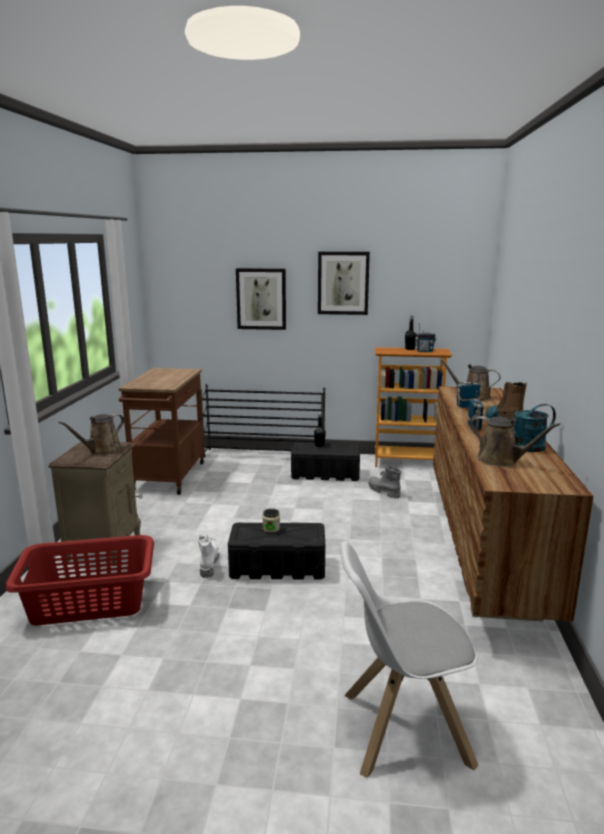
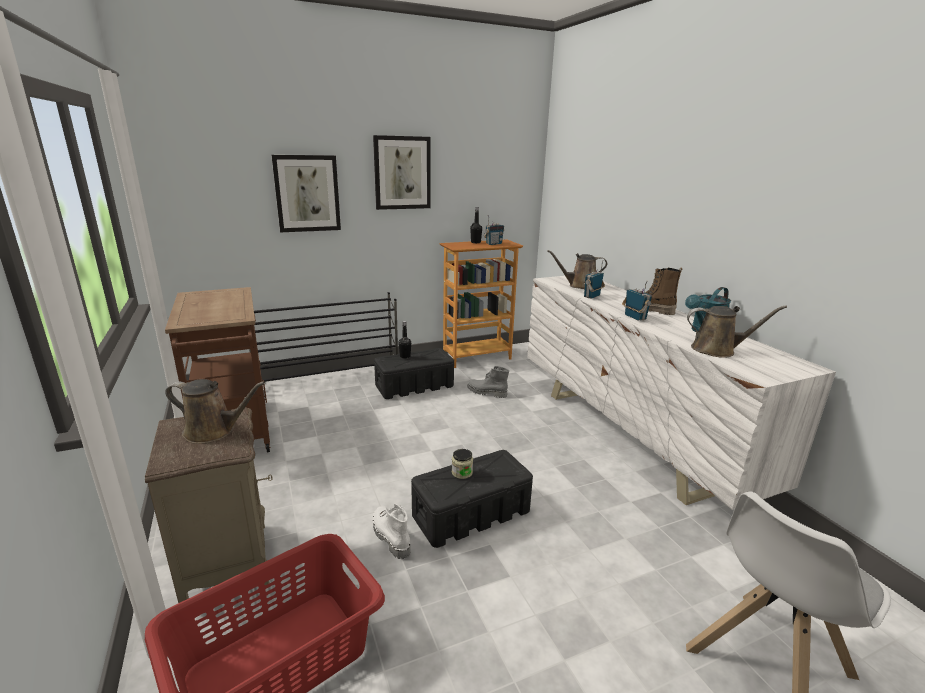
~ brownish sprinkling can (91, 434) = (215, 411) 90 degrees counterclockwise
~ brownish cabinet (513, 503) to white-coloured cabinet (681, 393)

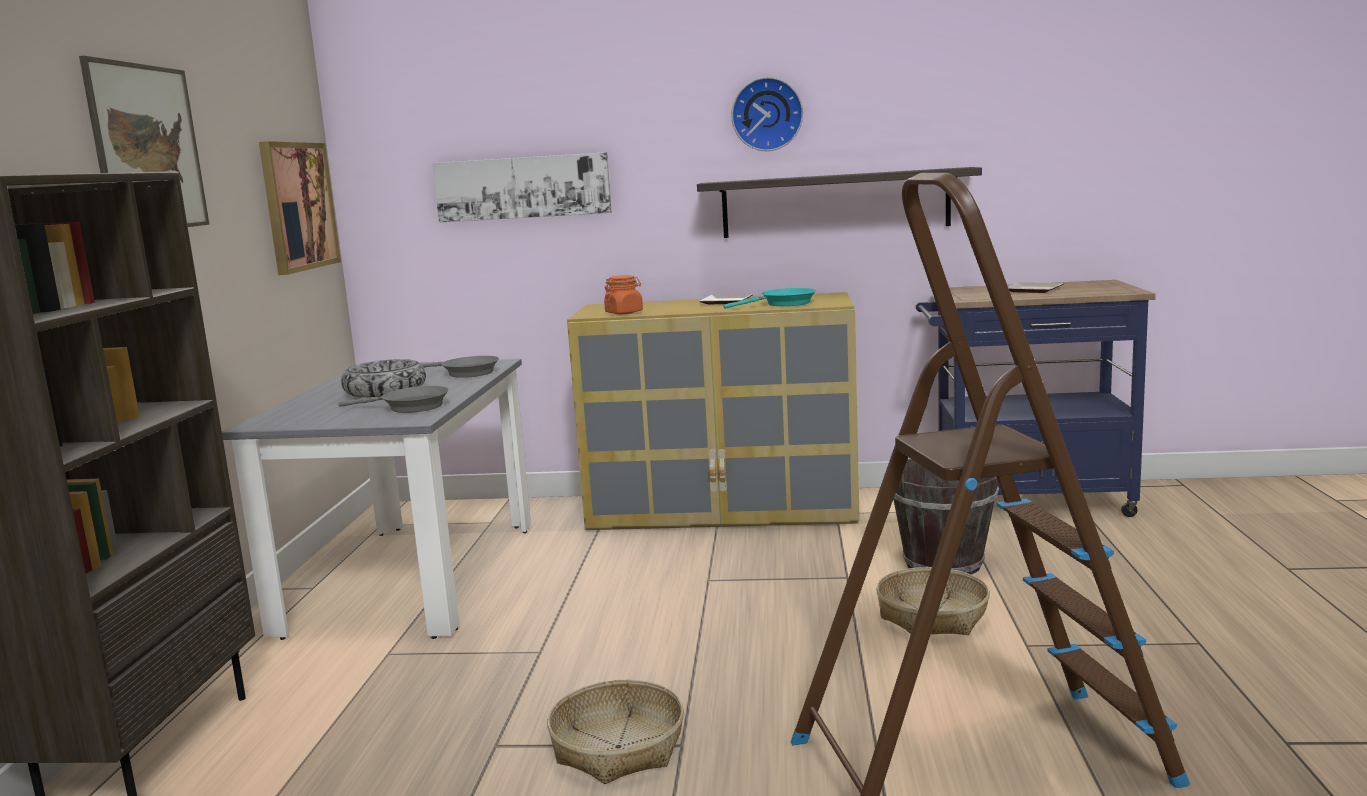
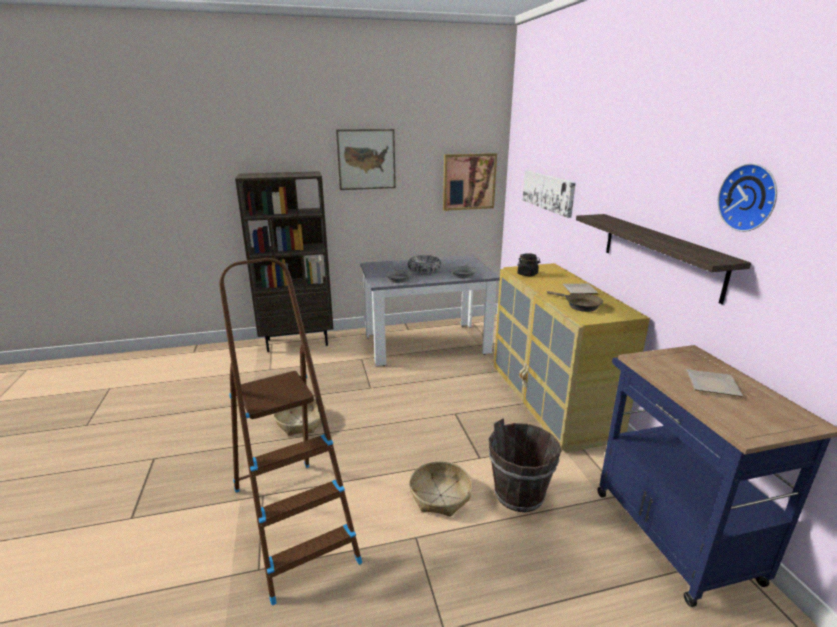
~ orange storage jar (623, 294) to blackish storage jar (528, 265)
~ blue-green frying pan (770, 298) to brownish frying pan (575, 301)
~ wall clock (767, 114) to (747, 197)

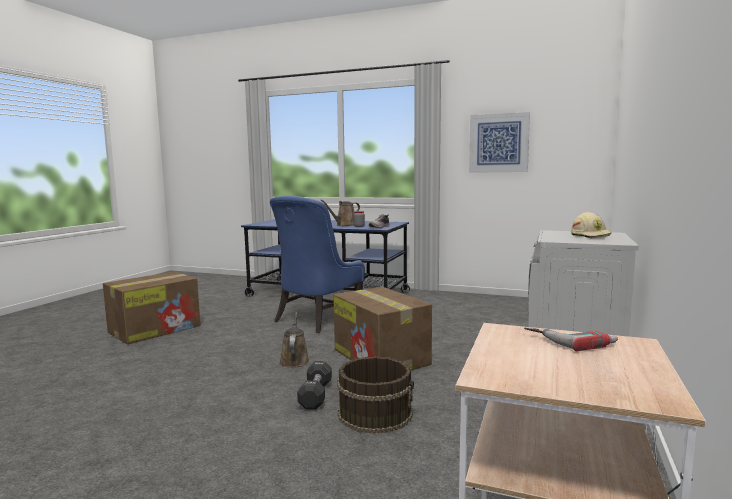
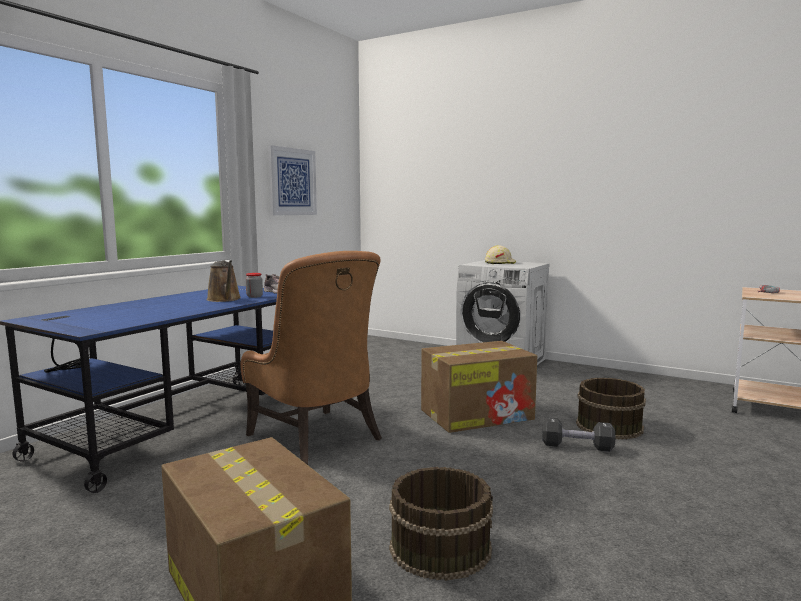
~ blue chair (317, 264) to brownish chair (311, 358)
+ brownish pail (441, 524)
- brownish sprinkling can (294, 340)

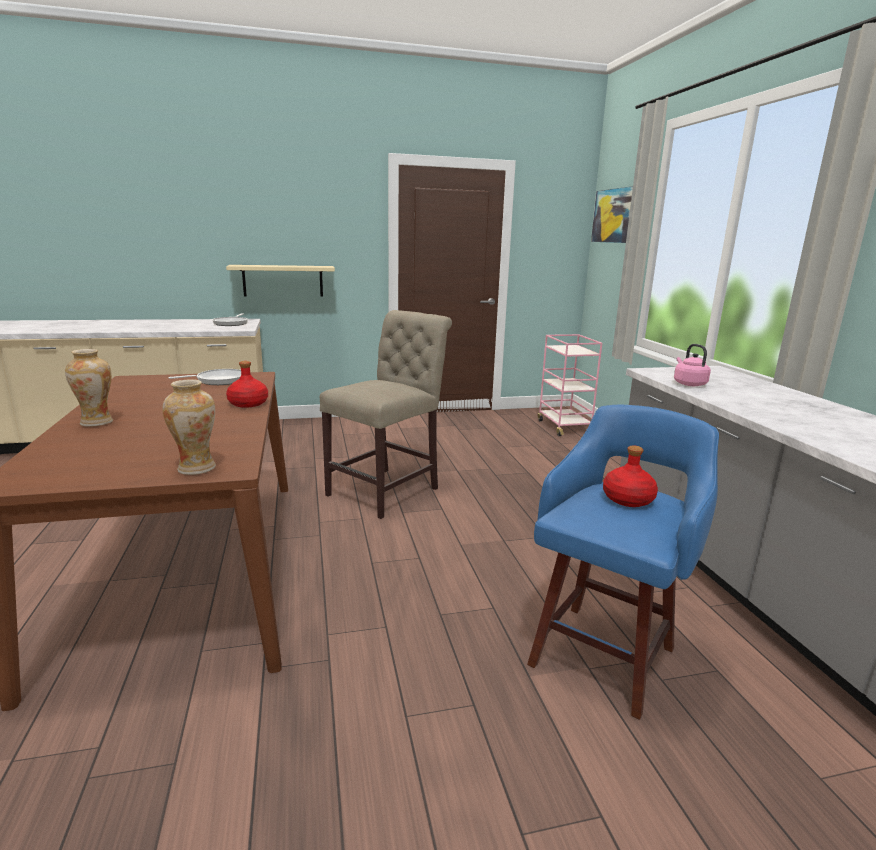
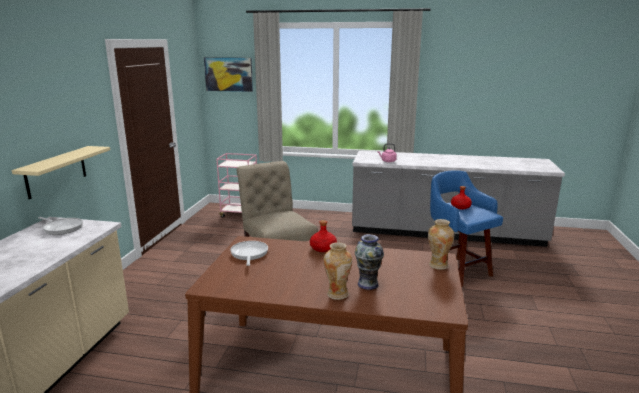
+ vase (369, 262)

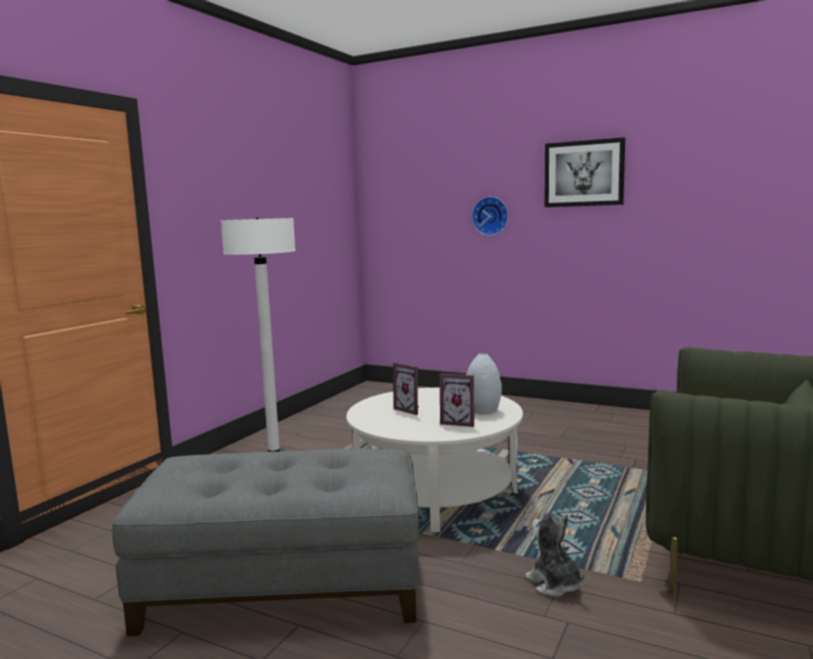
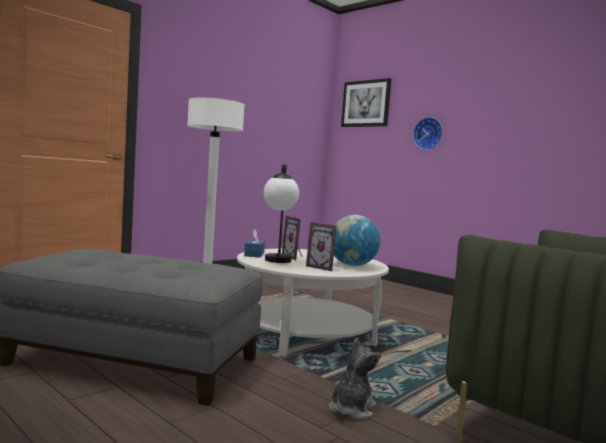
+ blue tissue box (254, 243)
+ lamp for a table (281, 214)
~ cuddly toy (555, 554) = (355, 378) 45 degrees clockwise
~ greyish vase (484, 383) to world globe (357, 240)
~ picture (585, 172) to (366, 102)

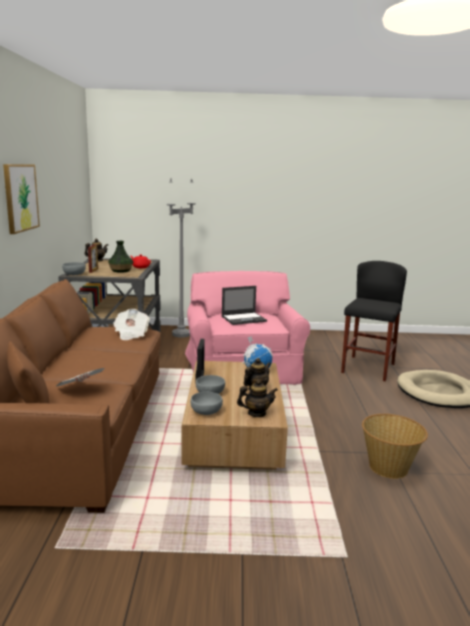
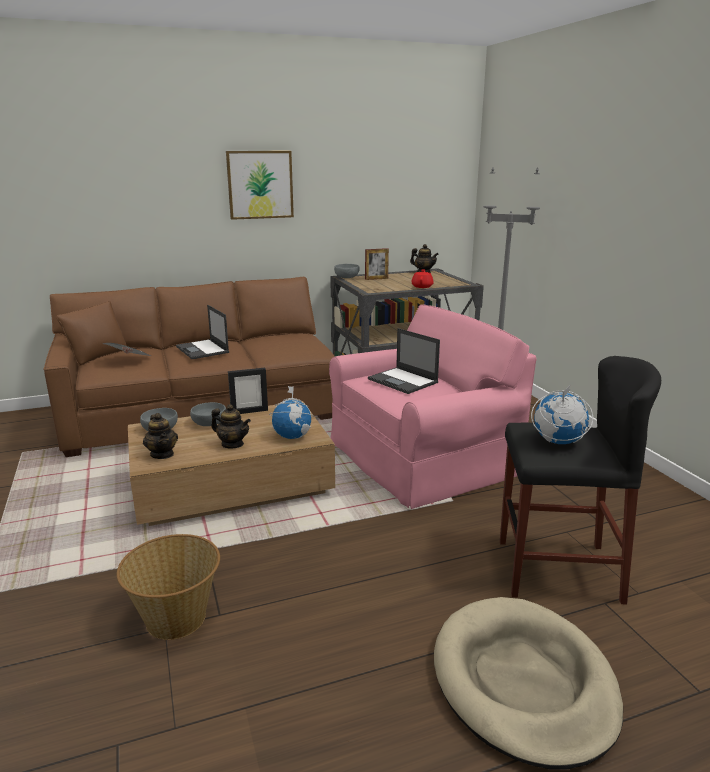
+ laptop (202, 332)
+ world globe (562, 414)
- vase (120, 256)
- newspaper (131, 324)

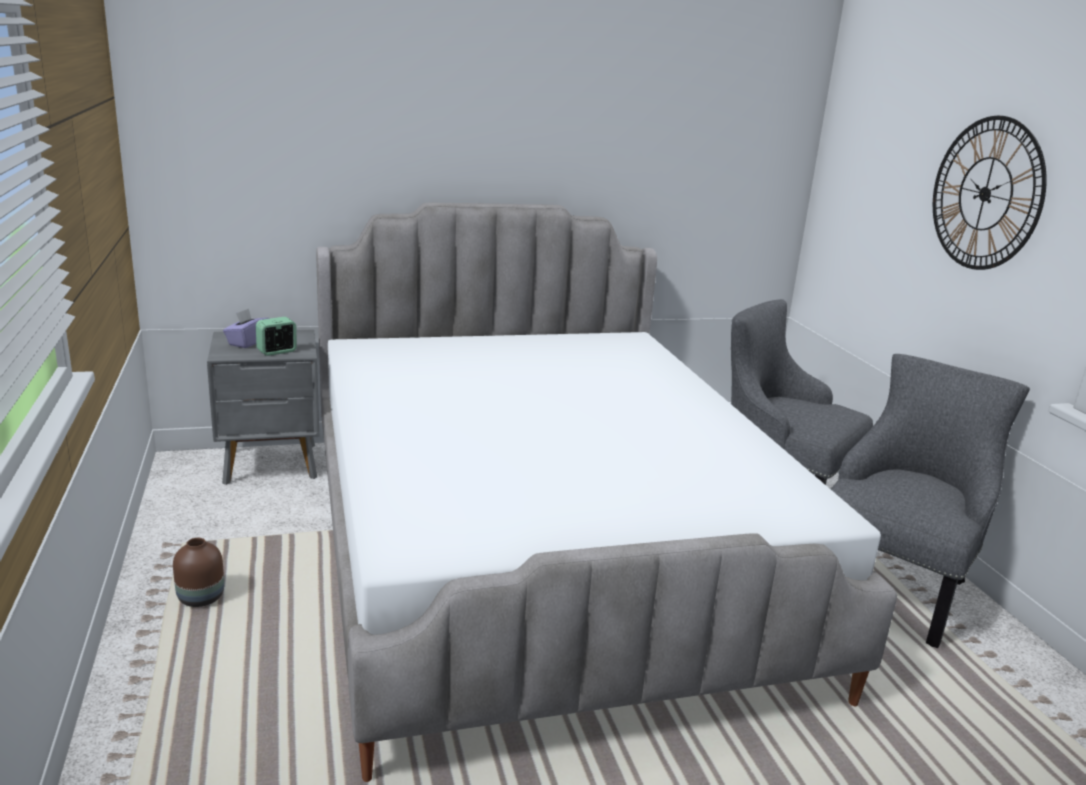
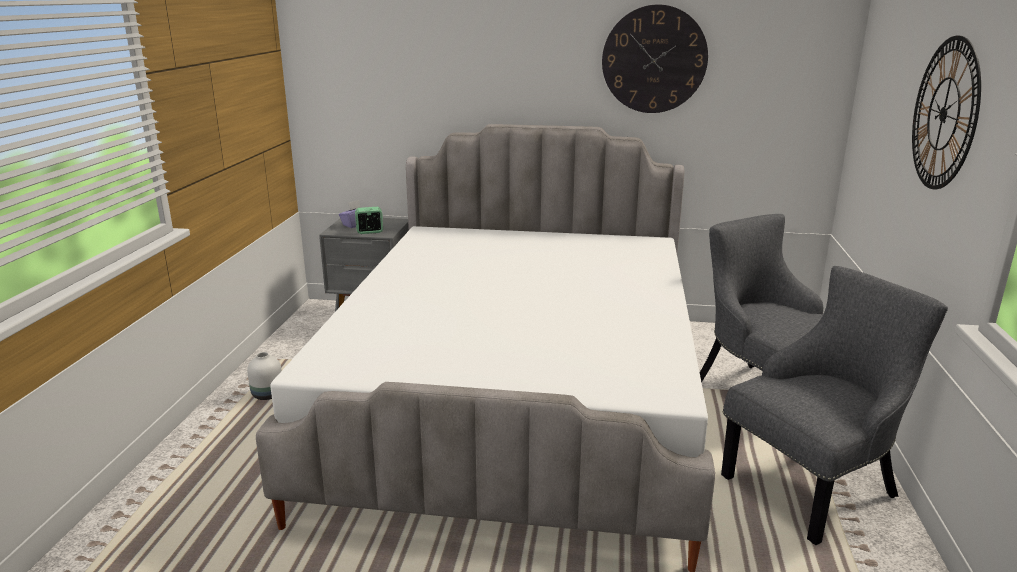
~ brownish vase (198, 572) to white-coloured vase (264, 376)
+ wall clock (655, 59)

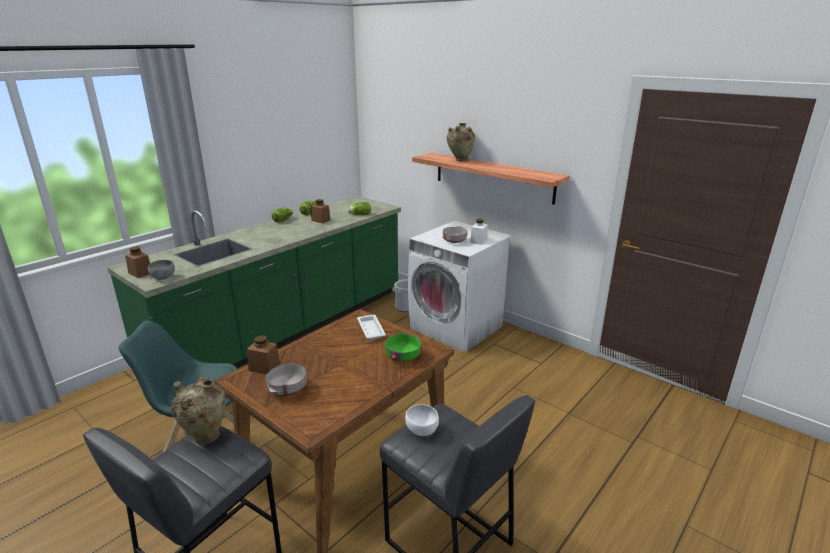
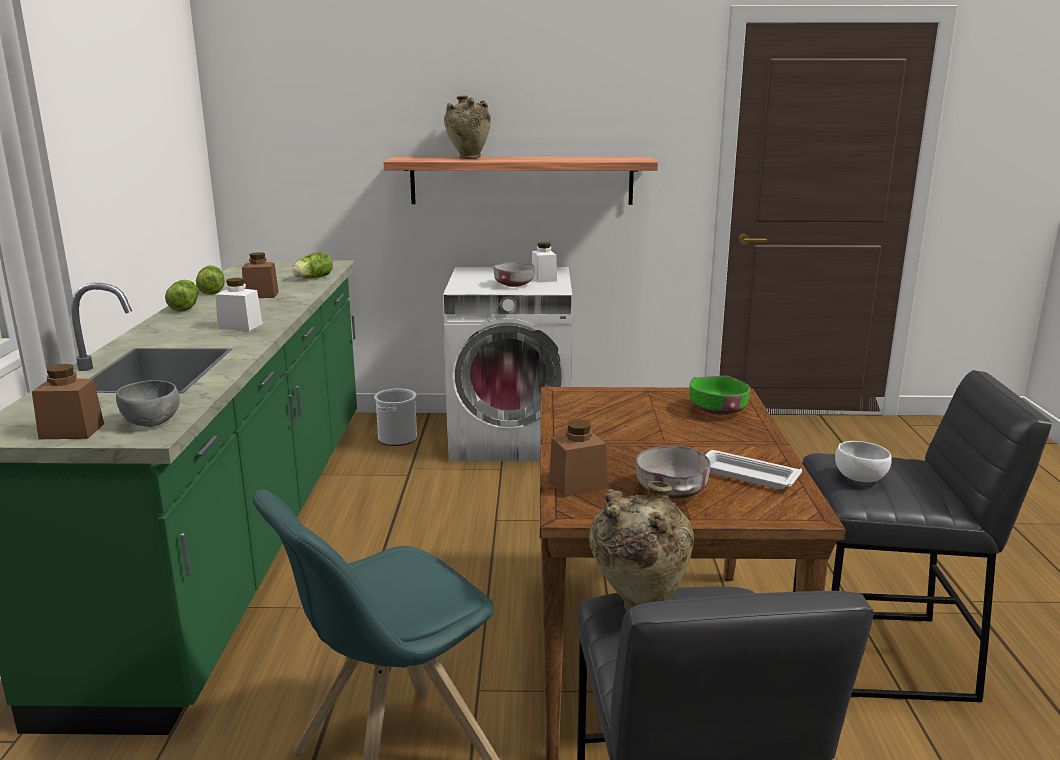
+ white-coloured storage jar (239, 304)
~ white-coloured tray (371, 327) to (754, 469)

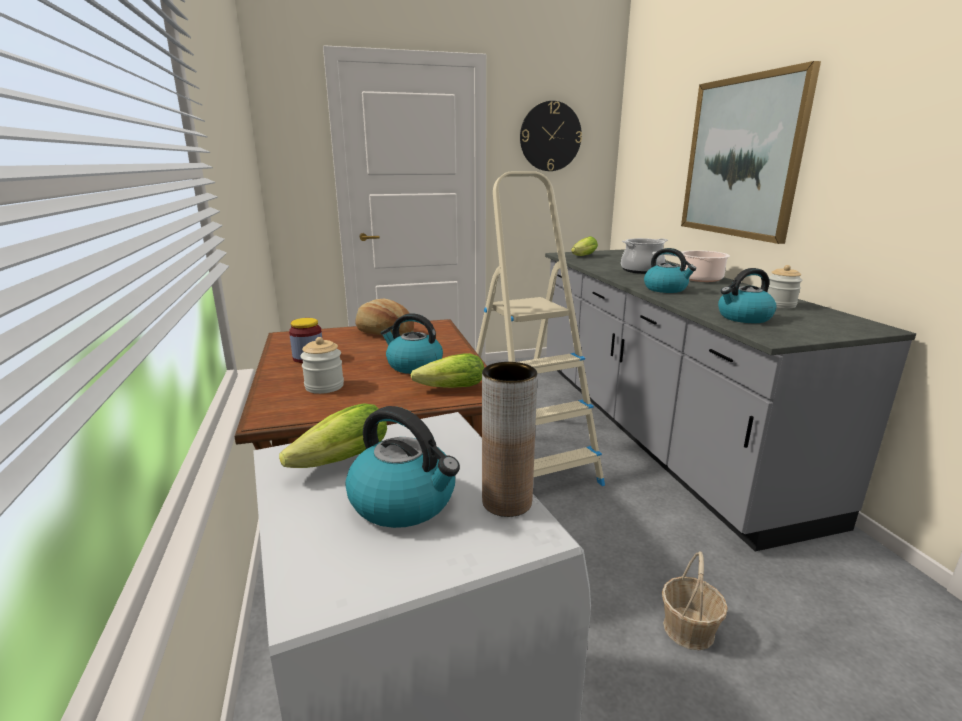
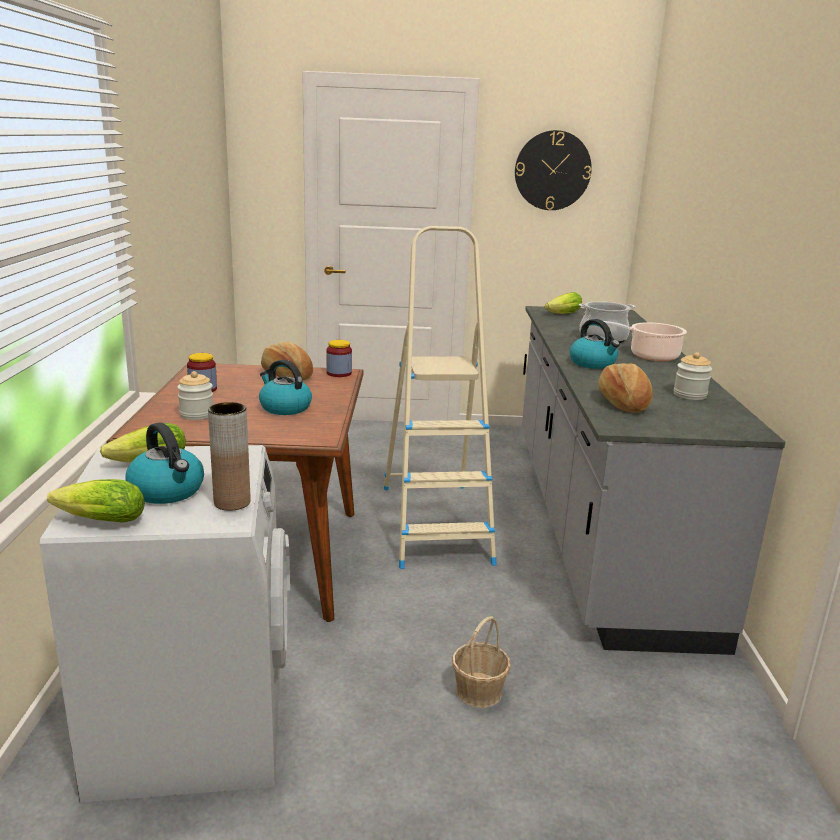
~ lettuce head (447, 370) to (96, 501)
+ storage jar (339, 358)
~ tea kettle (747, 295) to baked bread (625, 388)
- picture (751, 152)

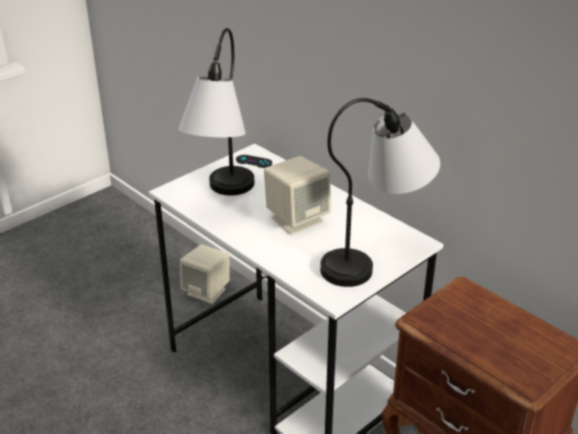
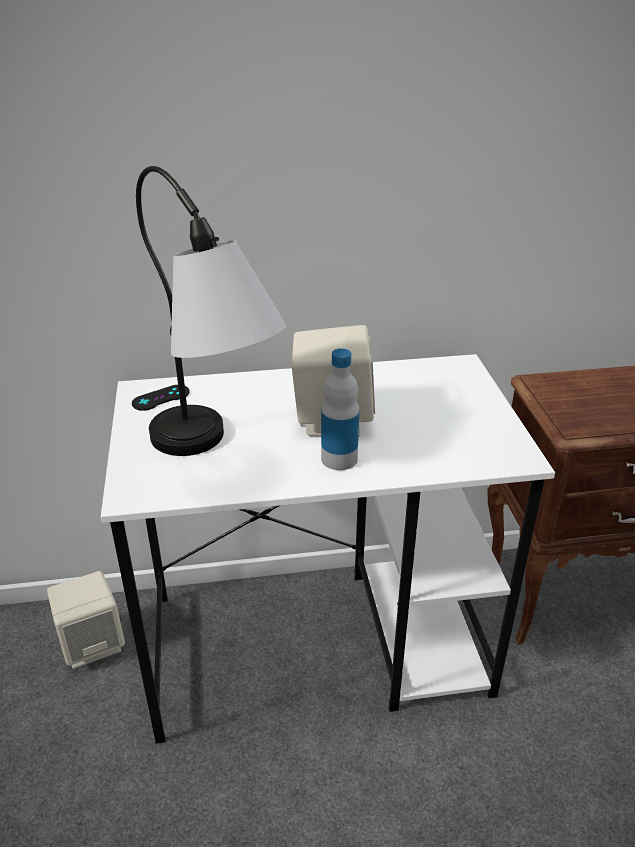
+ bottle (340, 409)
- lamp for a table (380, 192)

